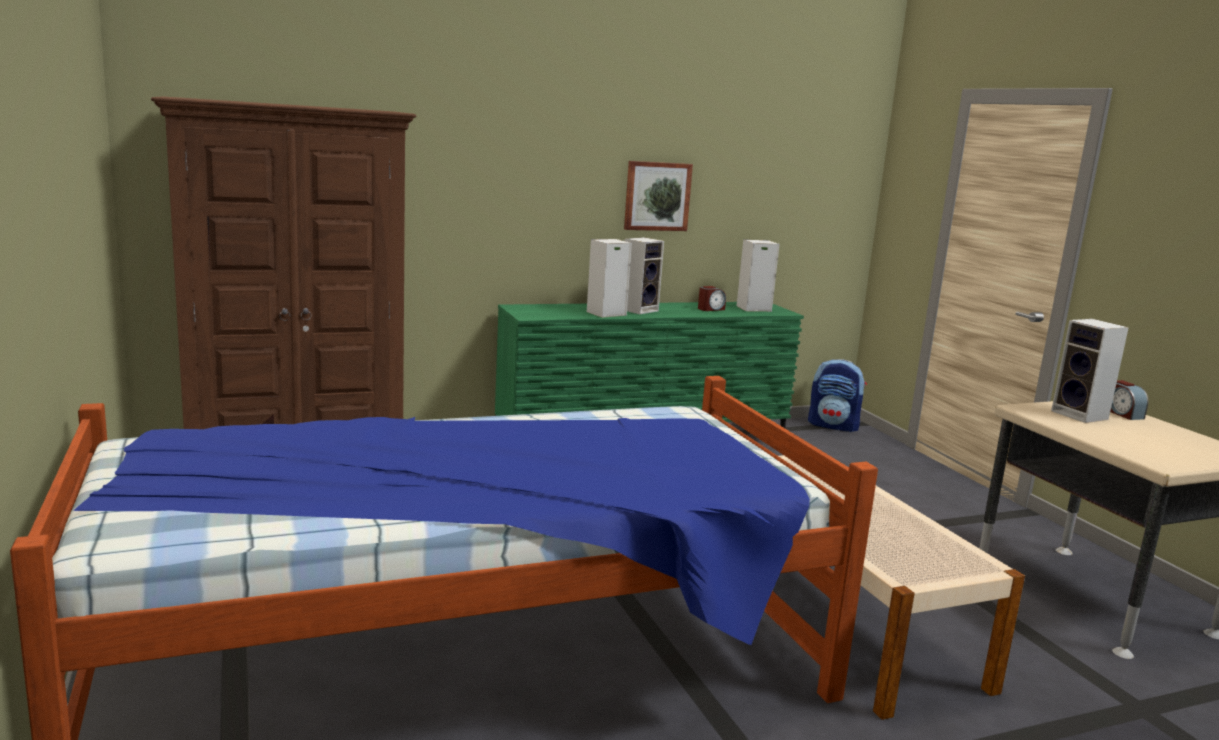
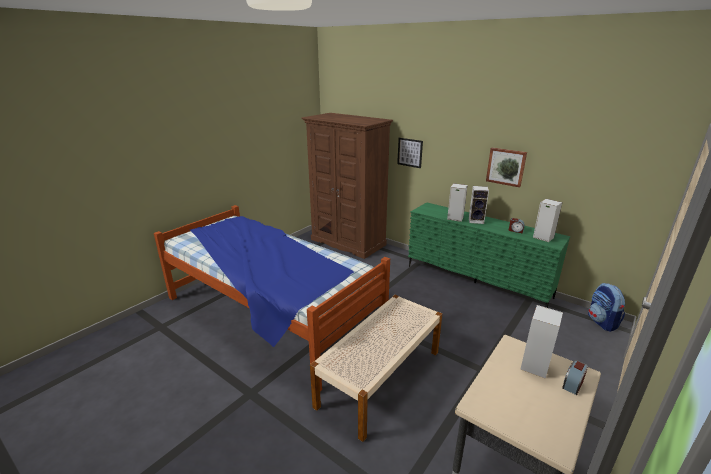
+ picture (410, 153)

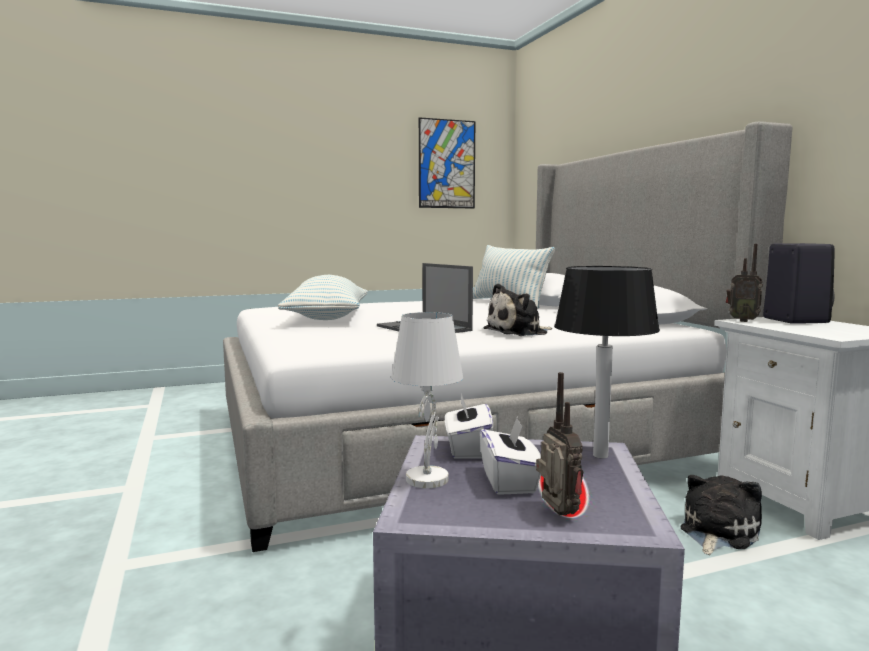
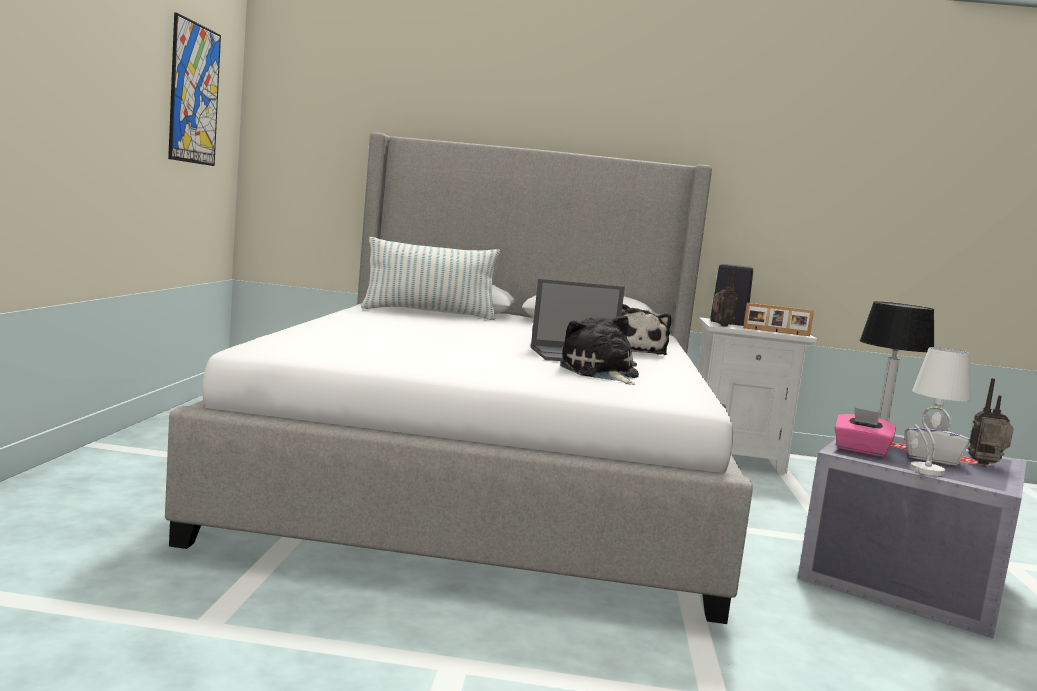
~ cuddly toy (721, 515) to (599, 350)
+ picture frame (778, 319)
~ white-coloured tissue box (469, 426) to pink-coloured tissue box (865, 432)
- throw pillow (323, 297)

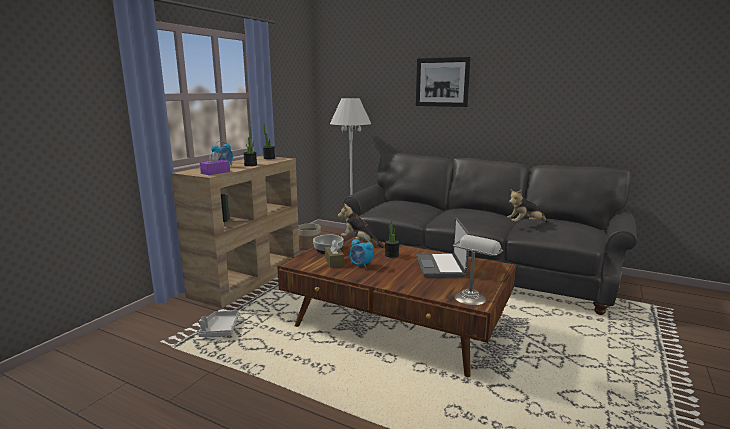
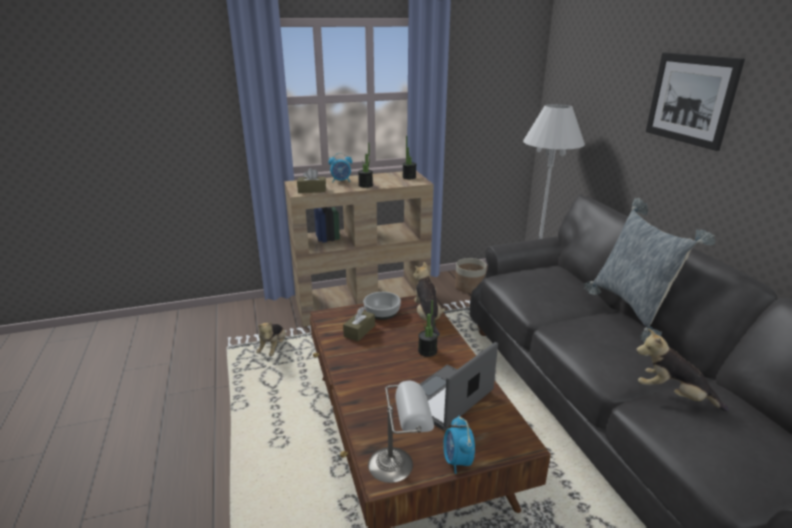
~ greyish tray (218, 324) to cuddly toy (271, 338)
~ purple tissue box (215, 163) to brownish tissue box (311, 180)
~ alarm clock (362, 252) to (459, 445)
+ throw pillow (650, 270)

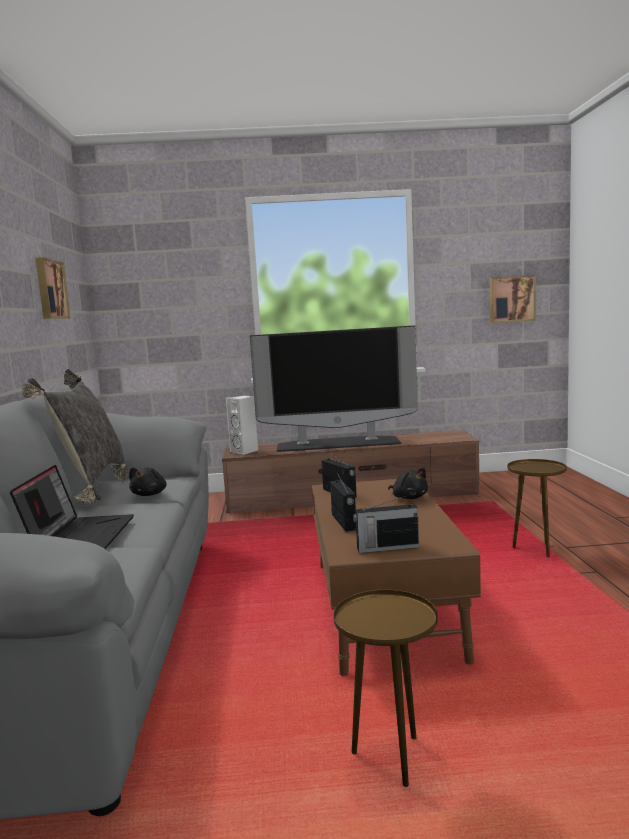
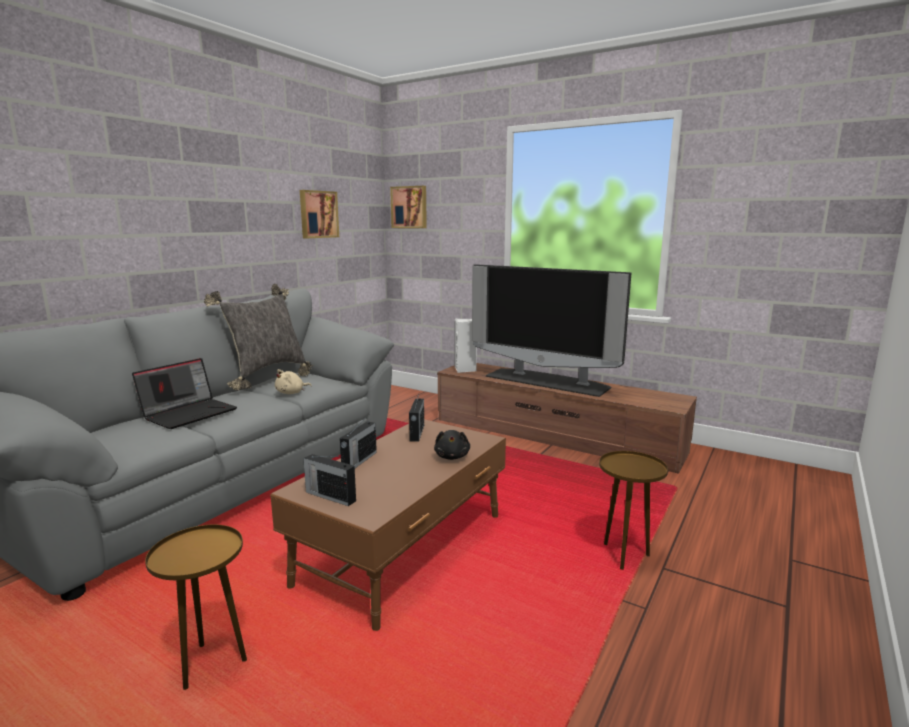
~ blackish cuddly toy (147, 481) to sand-coloured cuddly toy (293, 381)
~ picture (513, 299) to (408, 207)

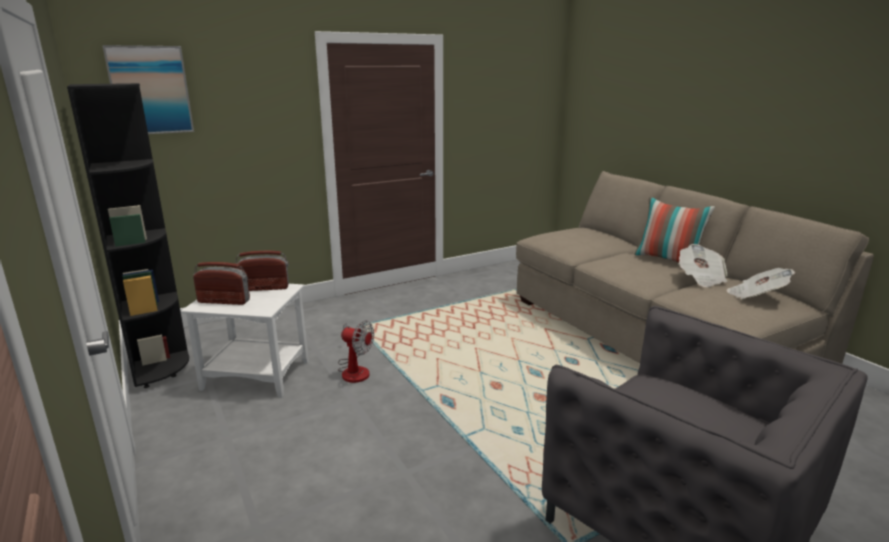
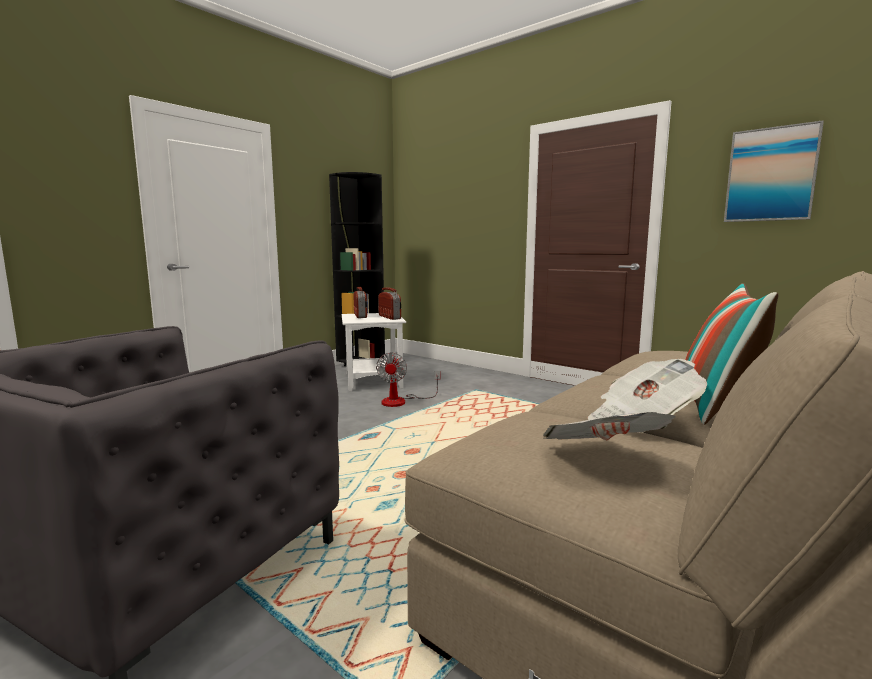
~ picture (148, 89) to (774, 171)

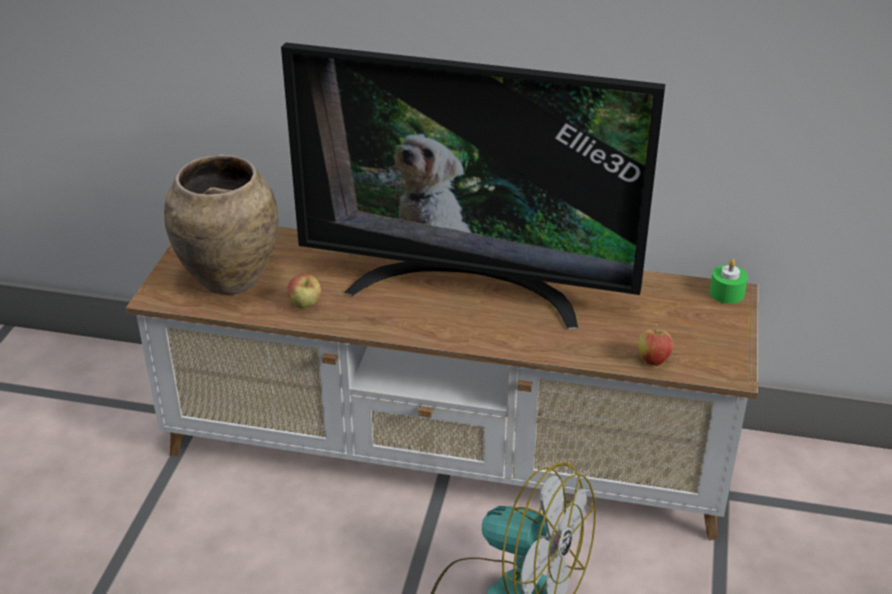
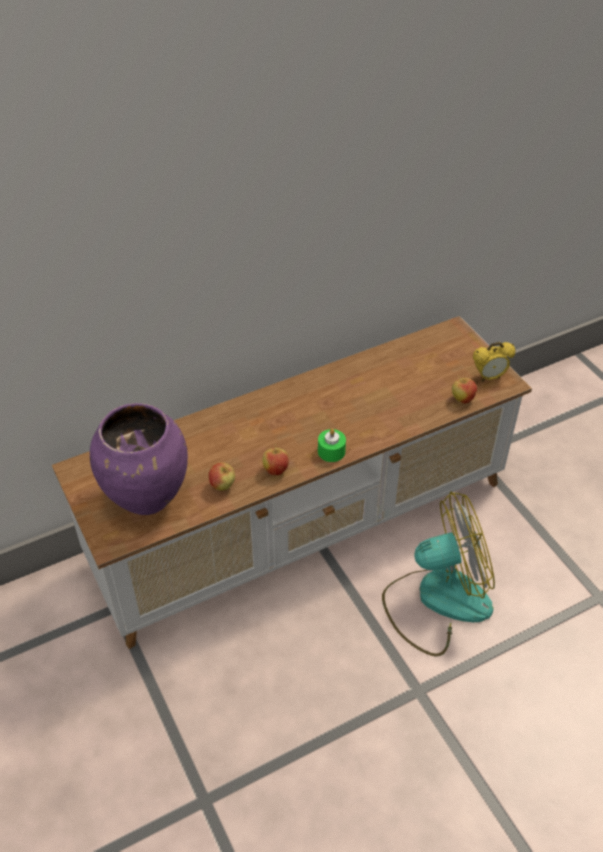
~ brownish vase (221, 224) to purple vase (139, 459)
+ whole apple (276, 460)
~ green candle (728, 281) to (332, 445)
+ alarm clock (494, 362)
- TV set (473, 185)

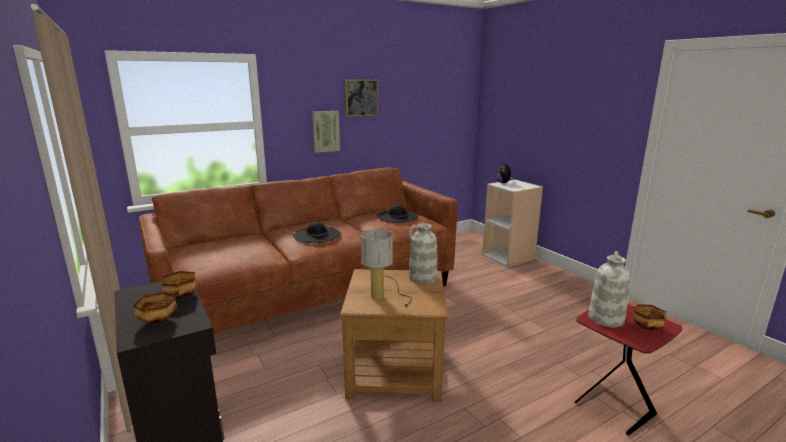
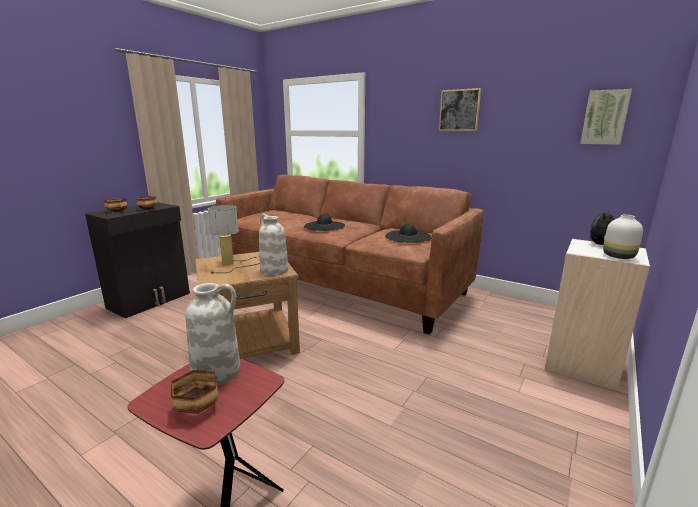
~ picture (326, 132) to (606, 117)
+ white-coloured vase (623, 237)

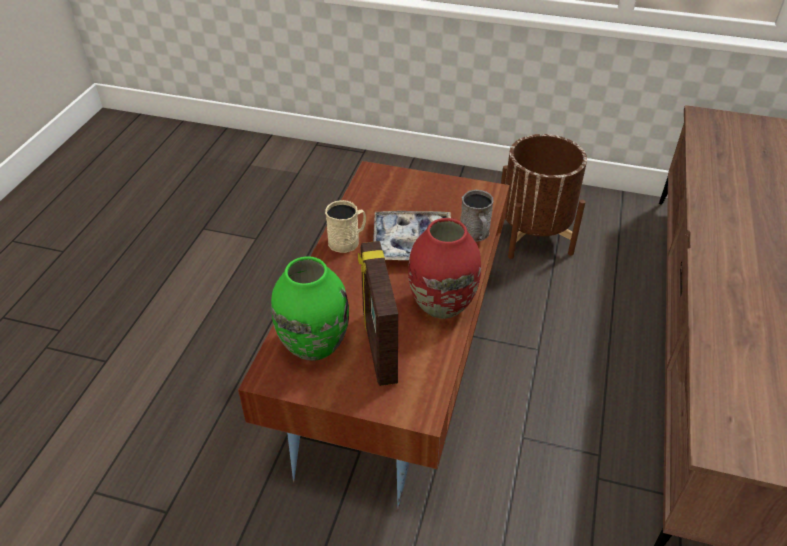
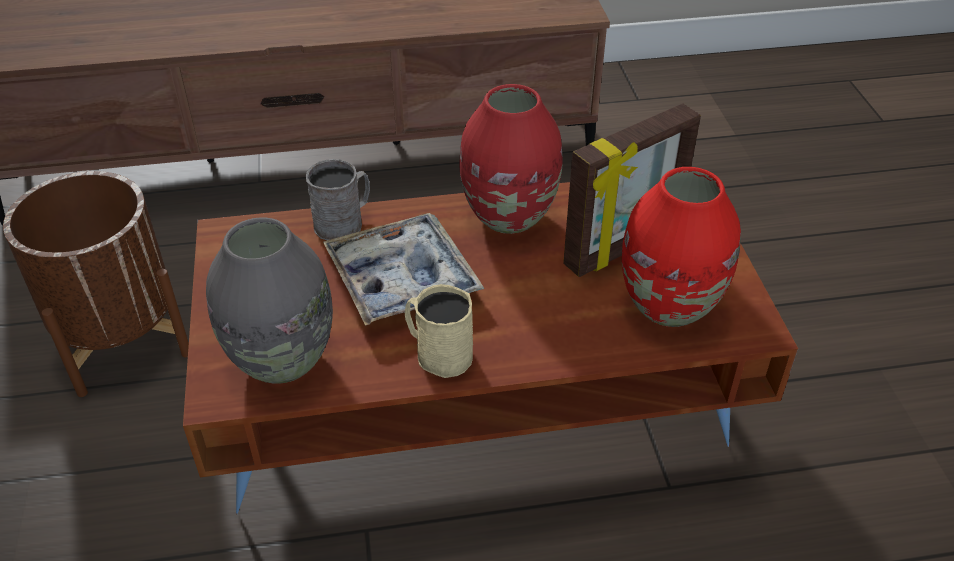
+ greyish vase (269, 300)
~ green vase (310, 308) to reddish vase (681, 247)

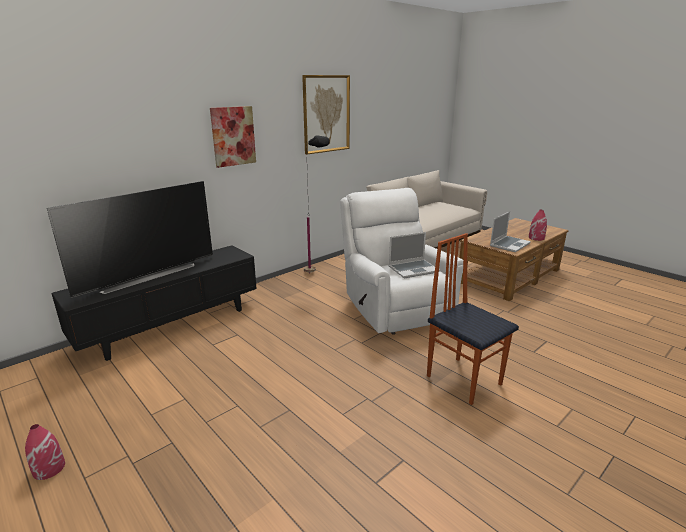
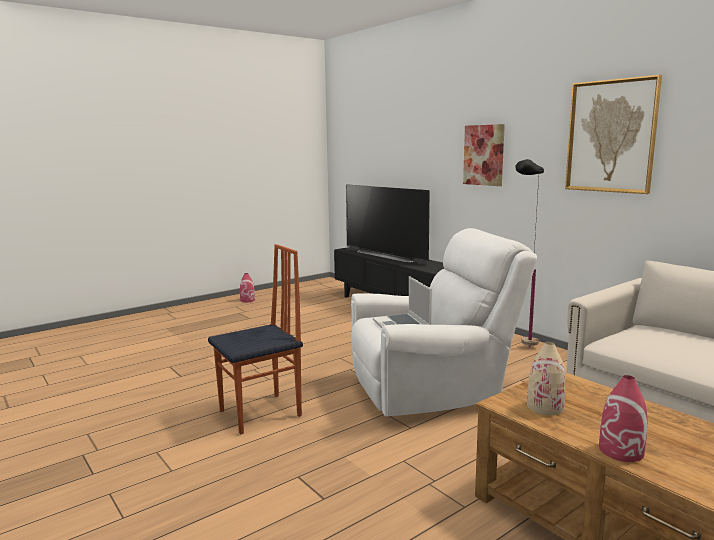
~ laptop (510, 232) to sand-coloured vase (546, 378)

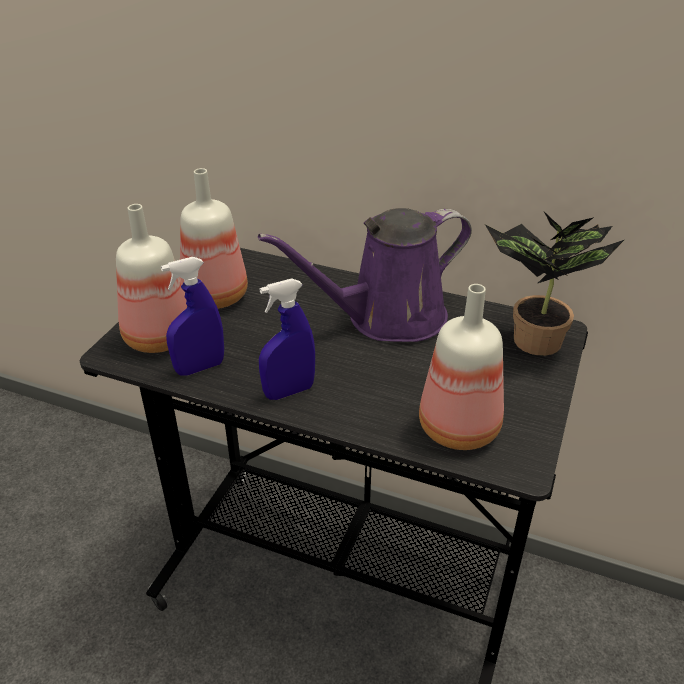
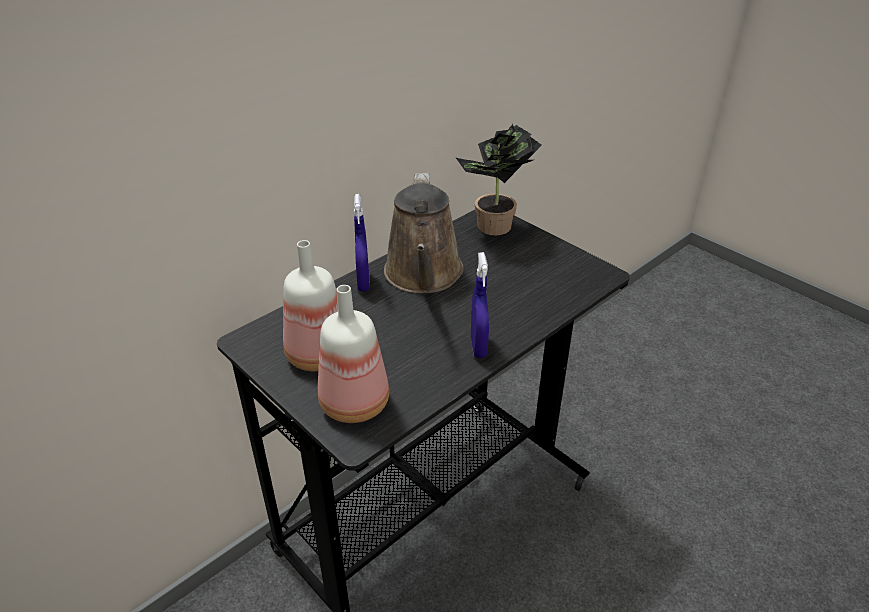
~ blue spray bottle (192, 316) to (362, 242)
~ purple sprinkling can (365, 275) to brownish sprinkling can (424, 233)
- bottle (461, 367)

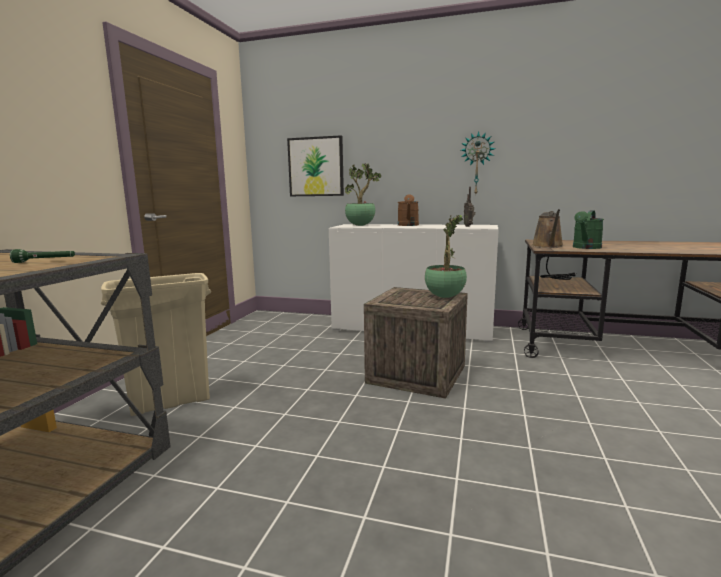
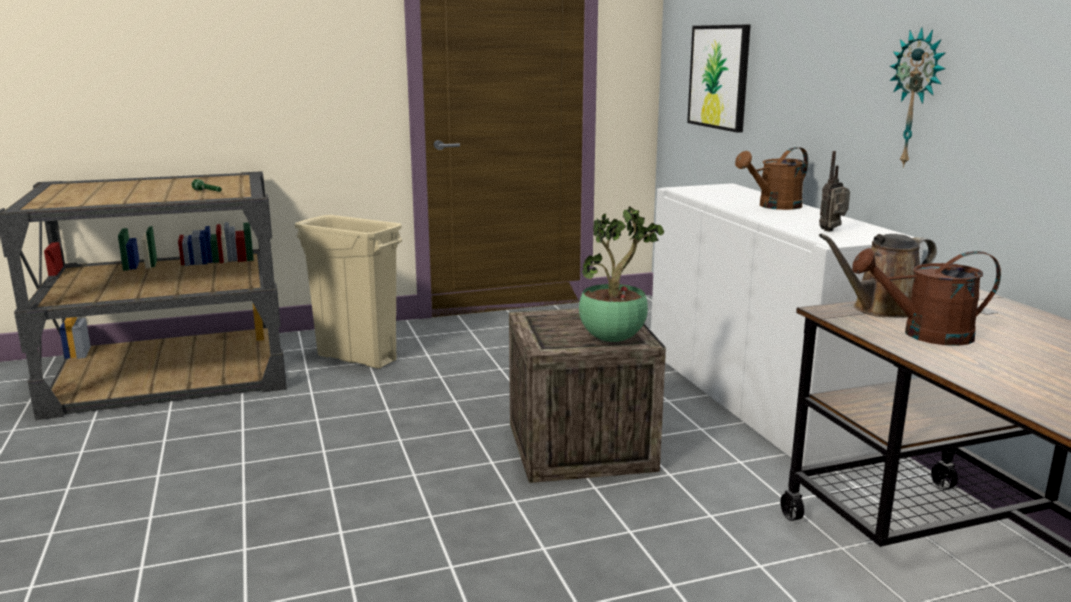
~ green sprinkling can (588, 229) to brownish sprinkling can (926, 297)
- plant in a pot (363, 194)

